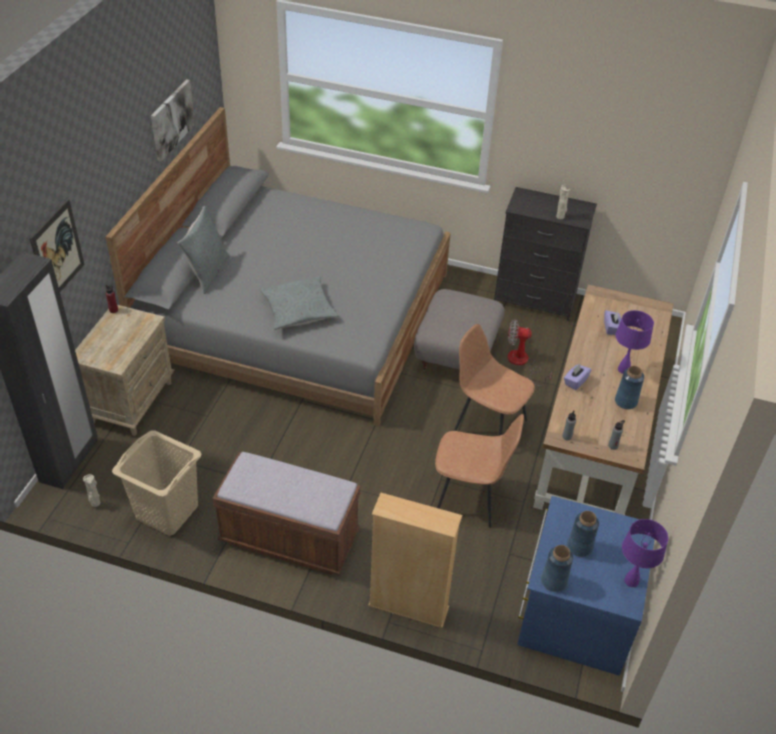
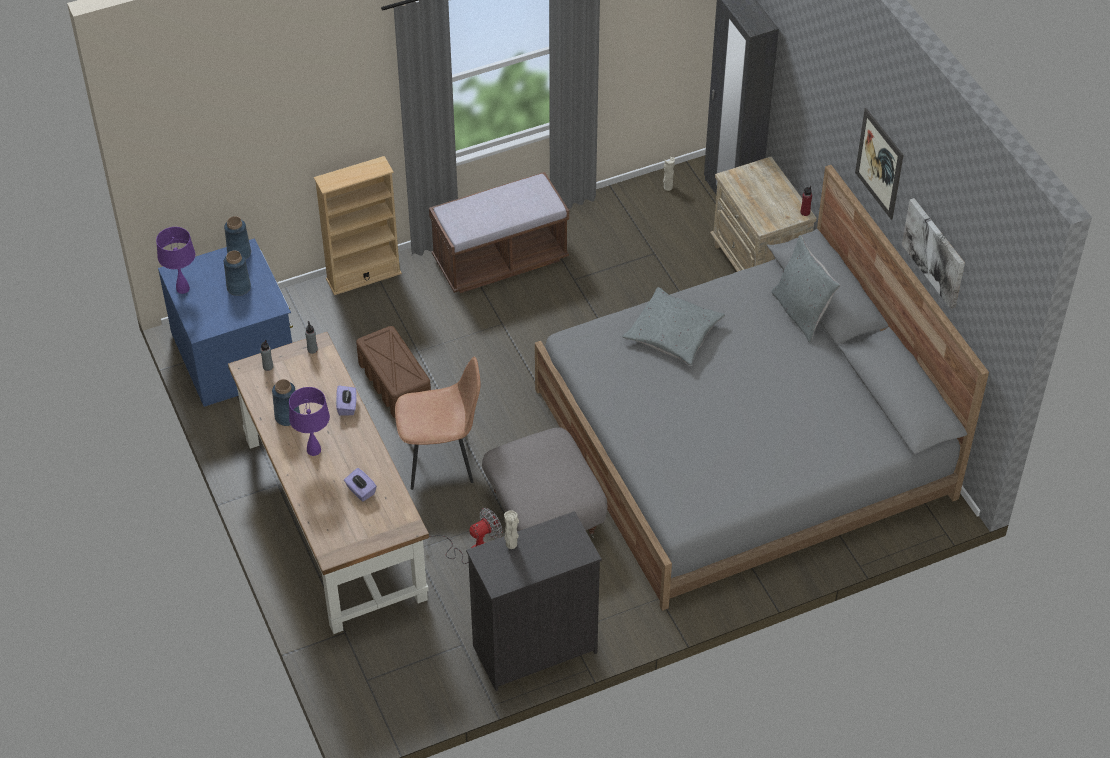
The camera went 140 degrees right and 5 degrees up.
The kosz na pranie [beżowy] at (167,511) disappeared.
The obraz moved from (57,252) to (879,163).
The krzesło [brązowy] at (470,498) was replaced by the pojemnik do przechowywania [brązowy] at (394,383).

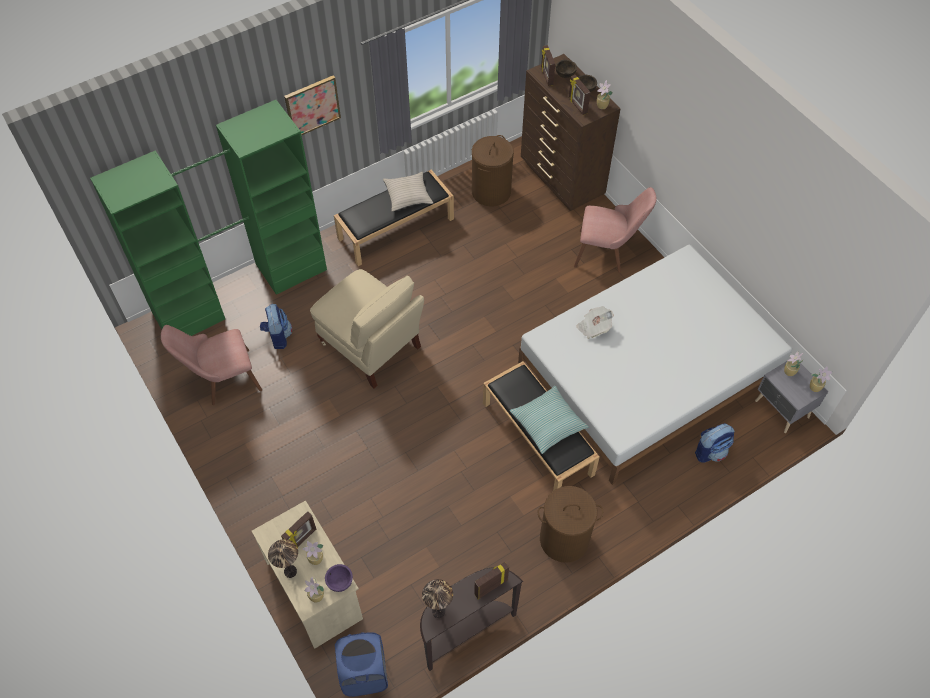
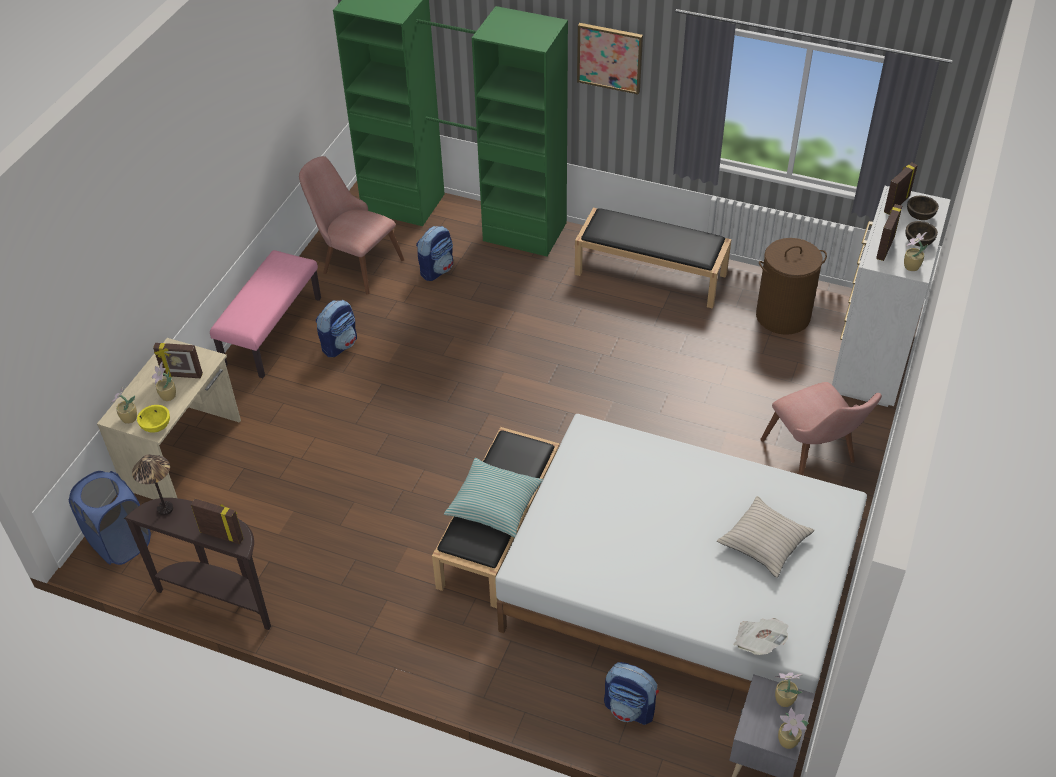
The camera went 55 degrees right and 10 degrees down.
The lampa stołowa at (291,571) disappeared.
The krzesło [beżowy] at (371,346) disappeared.
The kosz na pranie [brązowy] at (564,539) disappeared.
The ławka [różowy] at (272,331) appeared.
The plecak at (340,344) appeared.
The poduszka [beżowy] moved from (408,195) to (765,542).
The gazeta moved from (593,327) to (758,642).
The miska [fioletowy] at (340,581) became the miska [żółty] at (156,426).
The komoda [brązowy] at (561,179) became the komoda [biały] at (871,362).

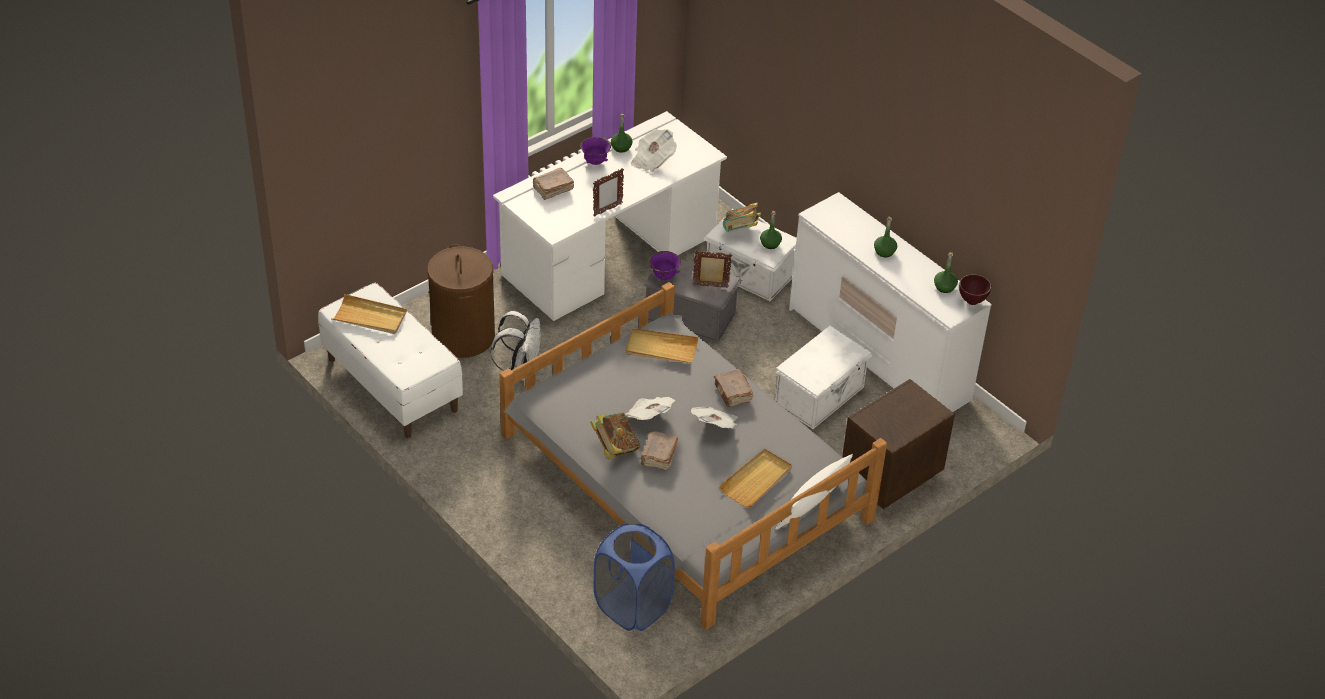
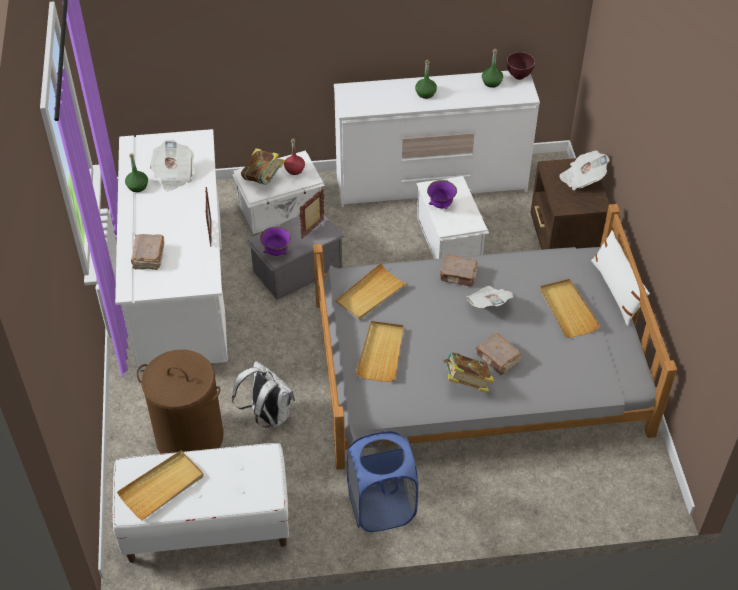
The camera went 55 degrees left and 5 degrees up.
The taca [beżowy] at (381,353) appeared.
The miska [fioletowy] moved from (595,162) to (441,205).
The kosz na pranie [niebieski] moved from (632,606) to (381,507).
The gazeta moved from (649,416) to (582,179).
The butelka [zielony] at (770,244) became the butelka [czerwony] at (294,169).

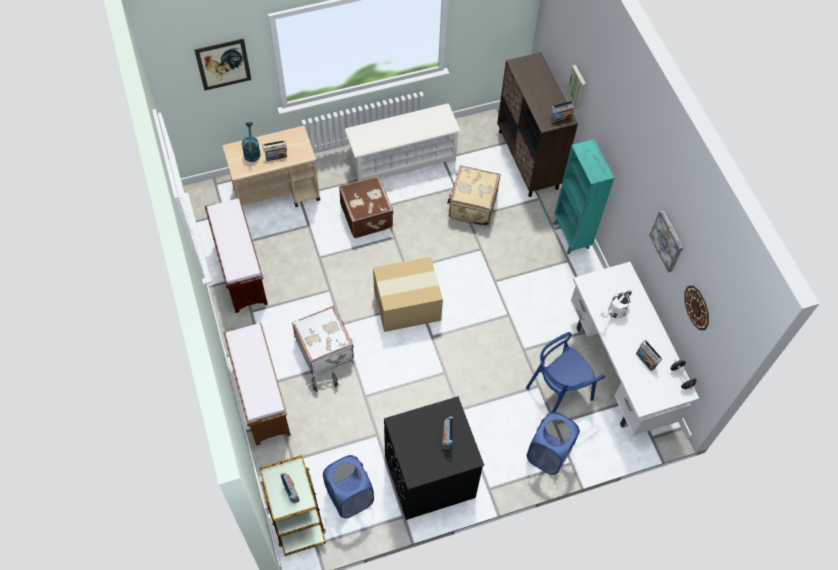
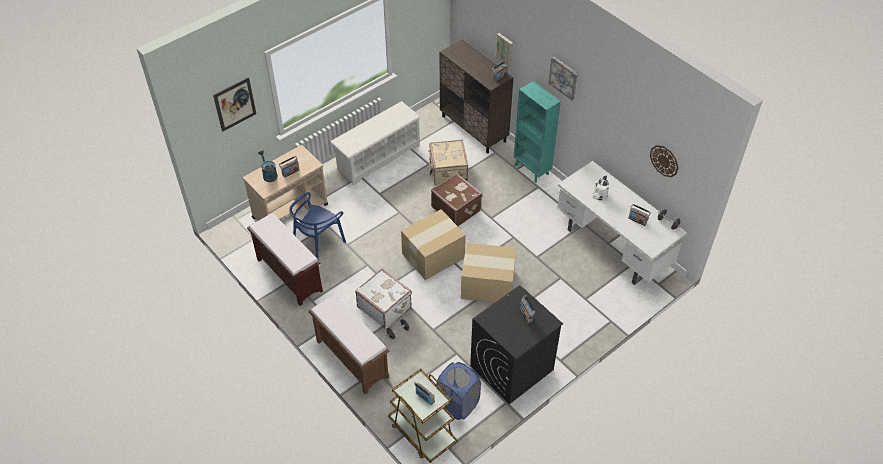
The camera went 20 degrees left and 10 degrees down.
The kosz na pranie [niebieski] at (548,454) disappeared.
The karton at (488,285) appeared.
The walizka [brązowy] moved from (367,215) to (456,208).
The krzesło [niebieski] moved from (559,391) to (318,244).
The obraz moved from (667,240) to (564,77).

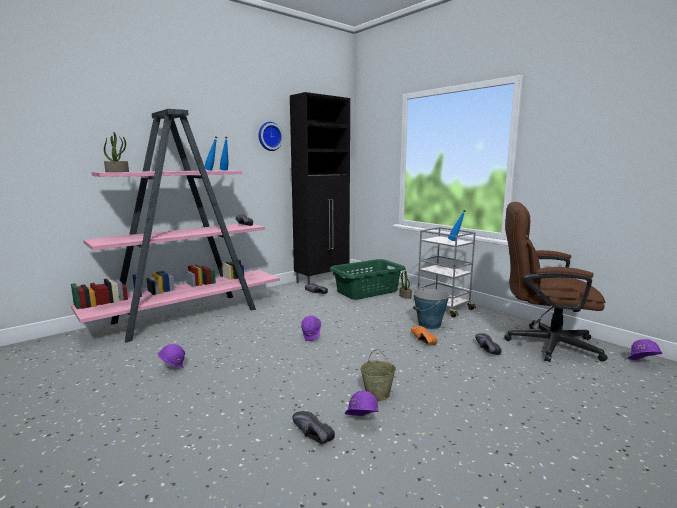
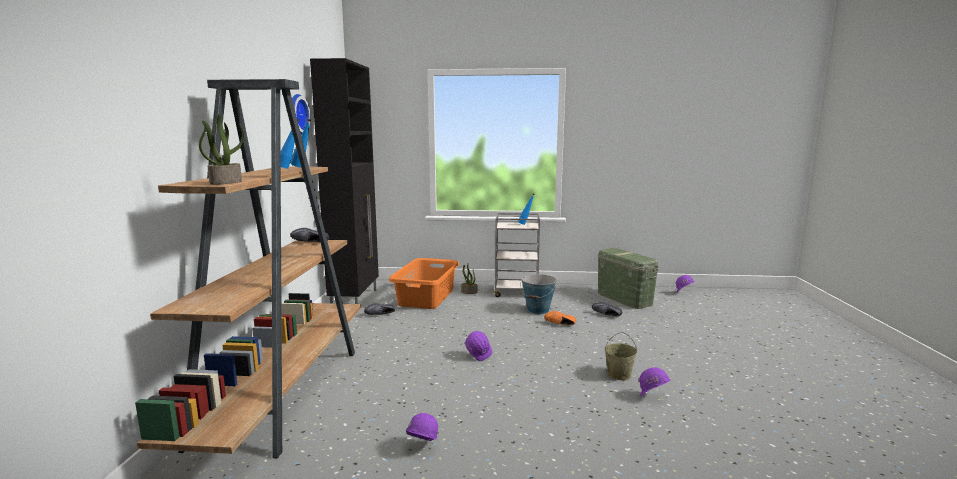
The camera went 45 degrees left and 0 degrees up.
The but [czarny] at (310,436) disappeared.
The krzesło biurowe [brązowy] at (542,343) was replaced by the pojemnik do przechowywania [zielony] at (624,298).
The regał [różowy] at (188,315) became the regał [brązowy] at (283,392).
The kosz na pranie [zielony] at (367,291) became the kosz na pranie [pomarańczowy] at (427,297).

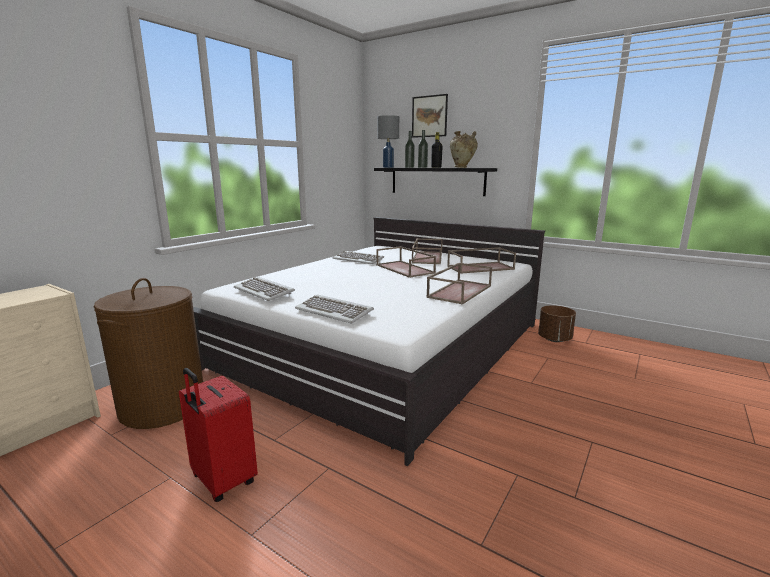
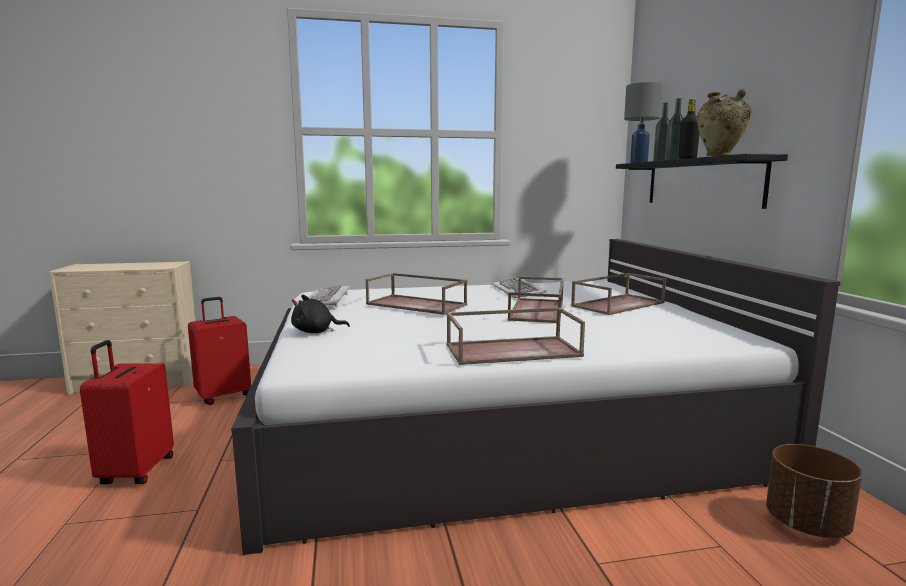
The camera went 45 degrees right and 5 degrees down.
The obraz at (429,116) disappeared.
The taca [brązowy] moved from (480,267) to (418,304).
The kosz na pranie [brązowy] at (163,406) was replaced by the walizka [czerwony] at (224,396).
The klawiatura at (334,311) was replaced by the pluszak [czarny] at (316,332).

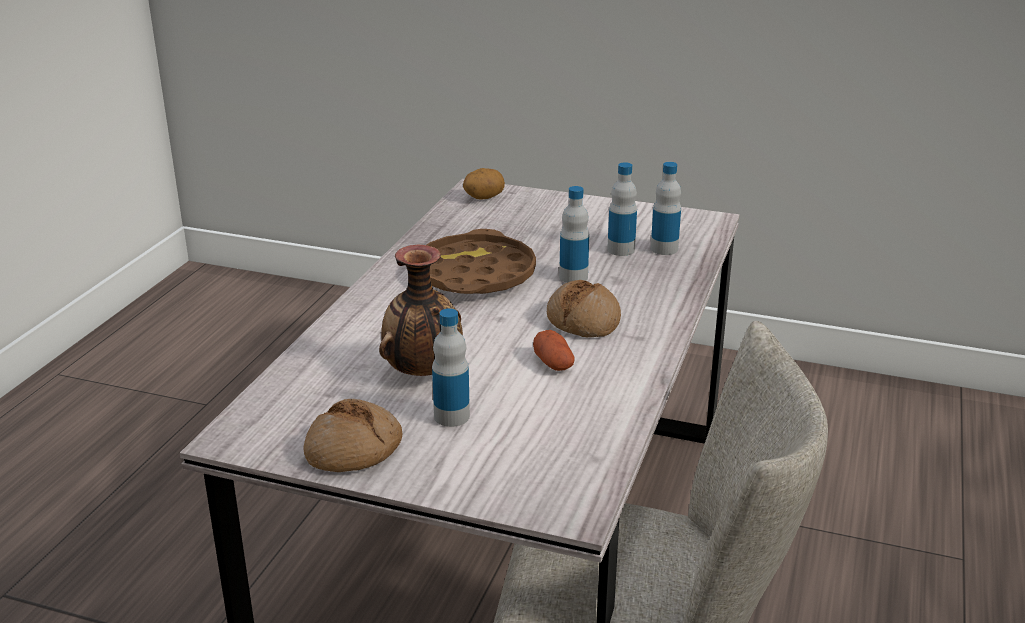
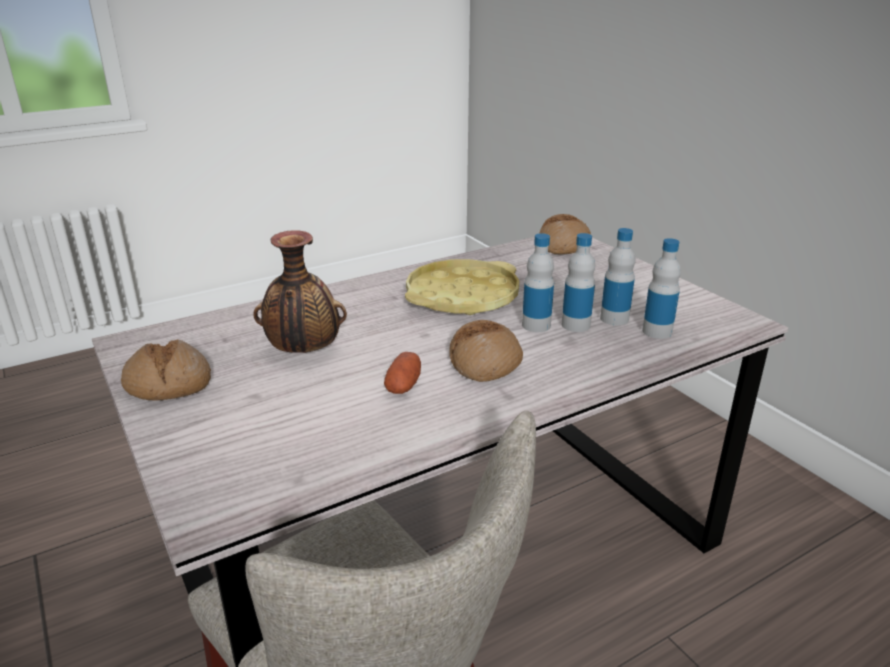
The camera went 40 degrees right and 0 degrees up.
The butelka moved from (451,416) to (575,325).
The ziemniak at (483,198) was replaced by the chleb at (564,245).
The taca [brązowy] at (475,275) became the taca [żółty] at (462,296).

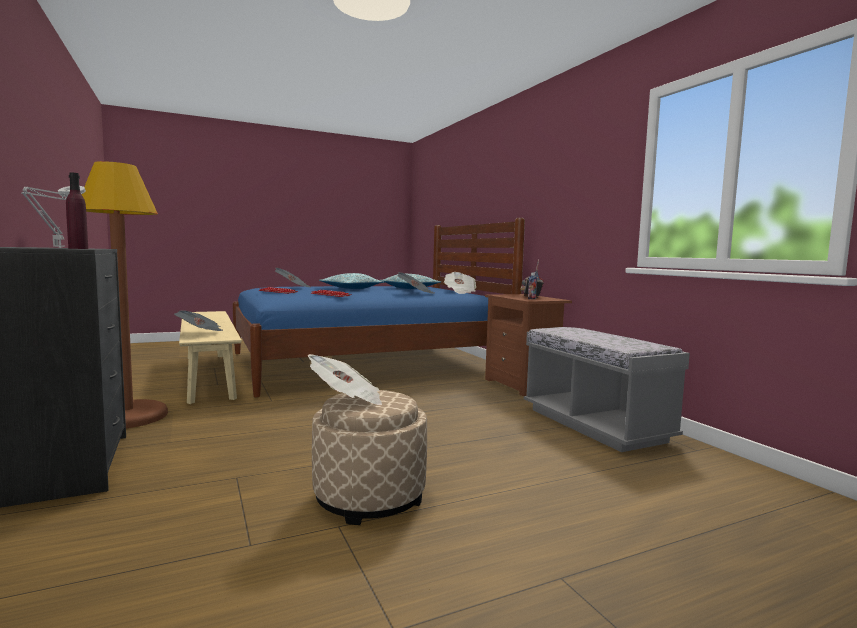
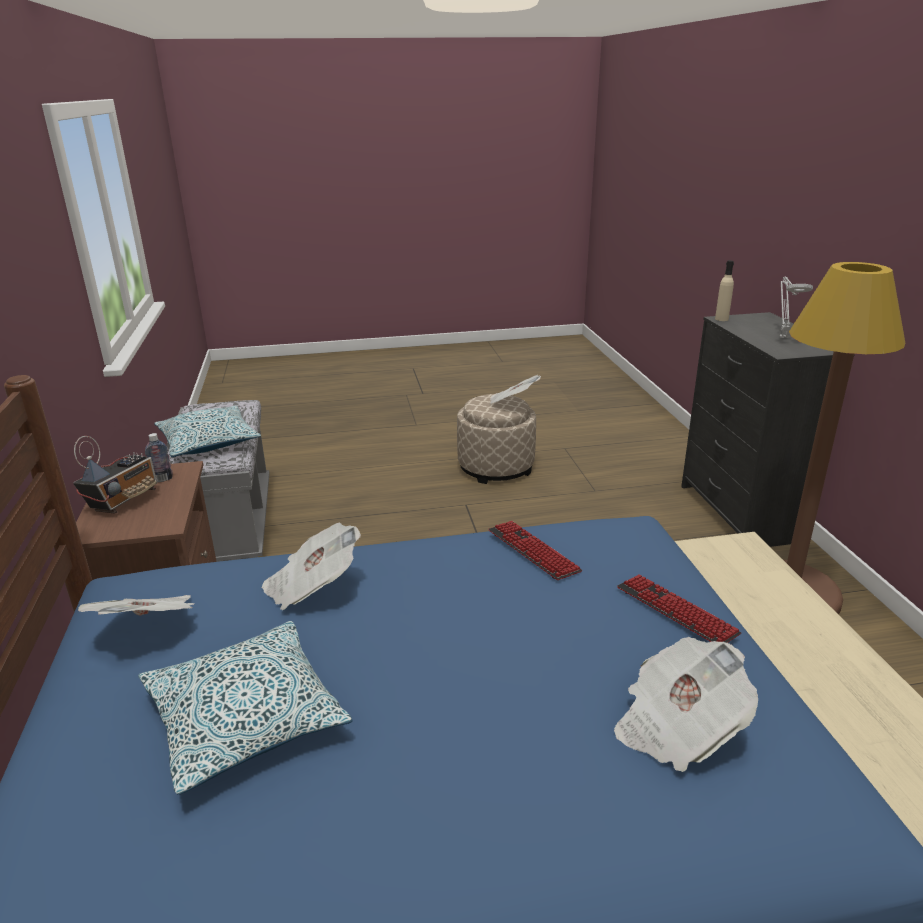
The camera went 165 degrees left and 20 degrees up.
The gazeta at (200,333) disappeared.
The poduszka moved from (351,289) to (209,442).
The butelka [fioletowy] at (78,248) became the butelka [beżowy] at (721,319).

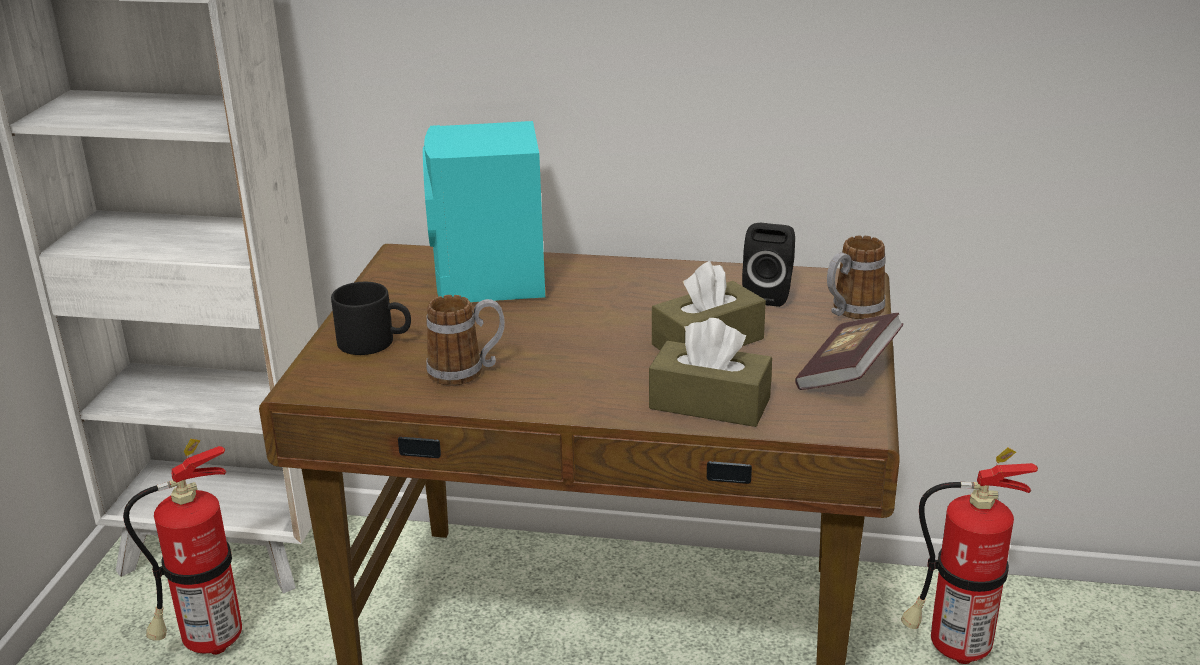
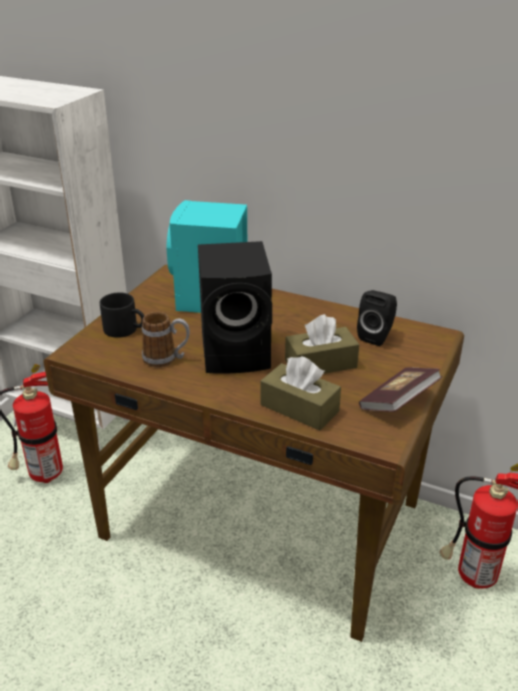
The camera went 15 degrees right and 5 degrees up.
The kubek at (851,312) disappeared.
The głośnik [czarny] at (238,352) appeared.

